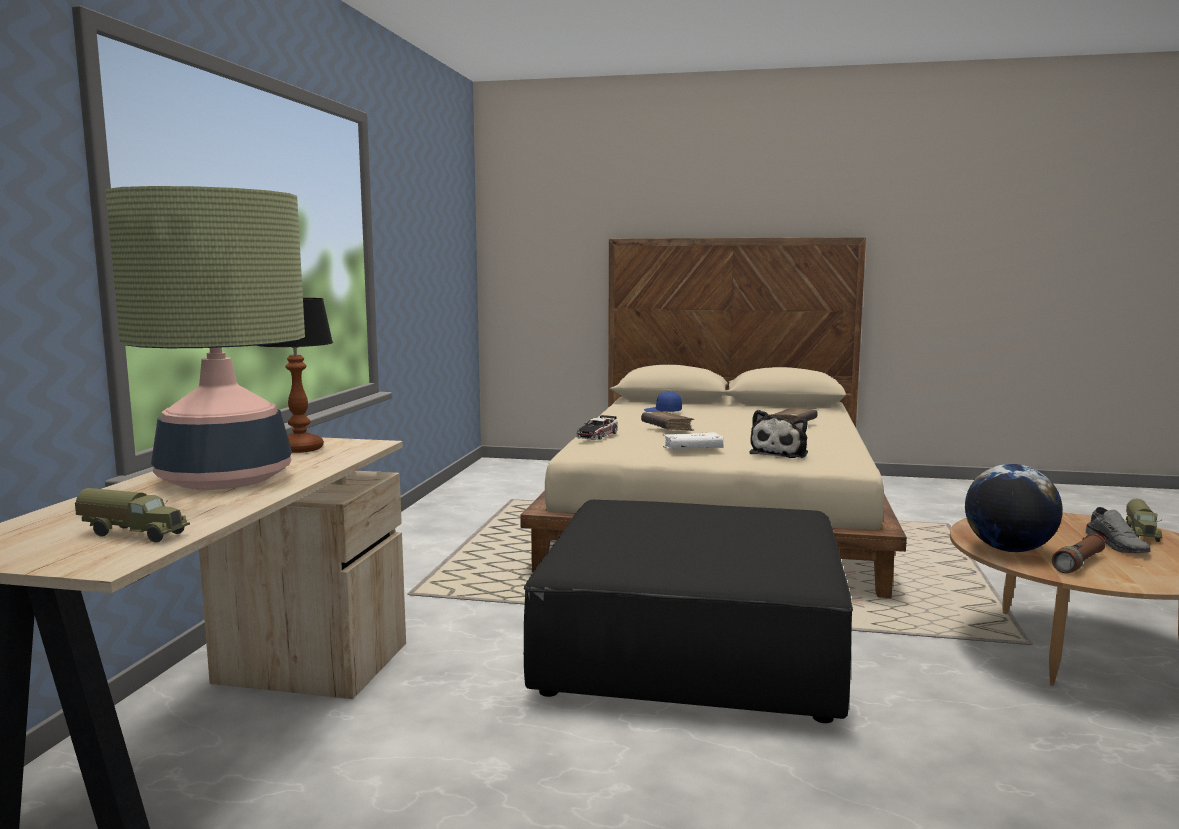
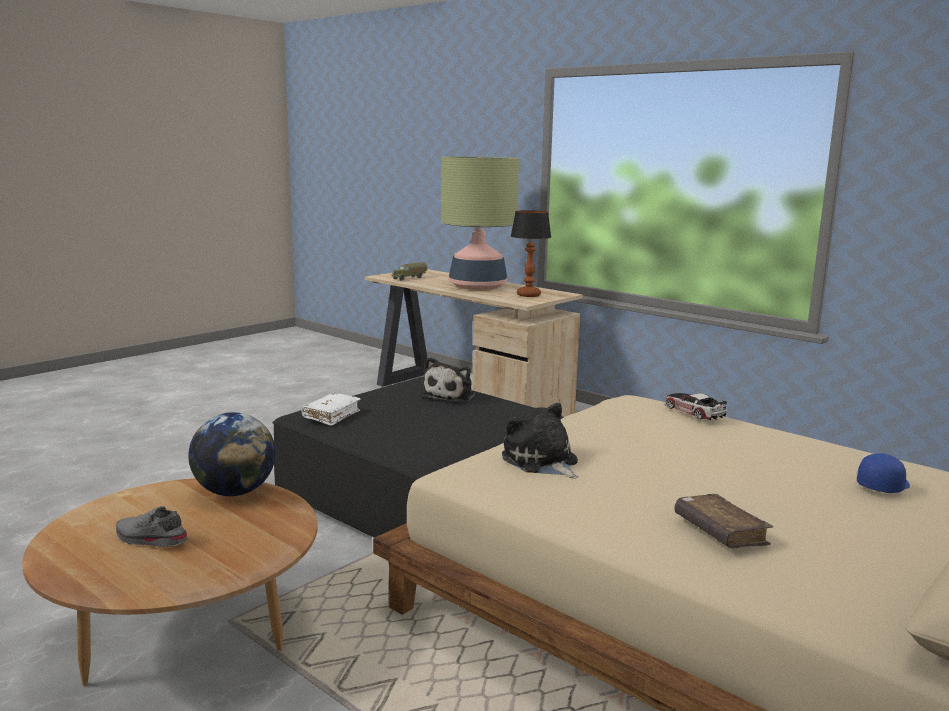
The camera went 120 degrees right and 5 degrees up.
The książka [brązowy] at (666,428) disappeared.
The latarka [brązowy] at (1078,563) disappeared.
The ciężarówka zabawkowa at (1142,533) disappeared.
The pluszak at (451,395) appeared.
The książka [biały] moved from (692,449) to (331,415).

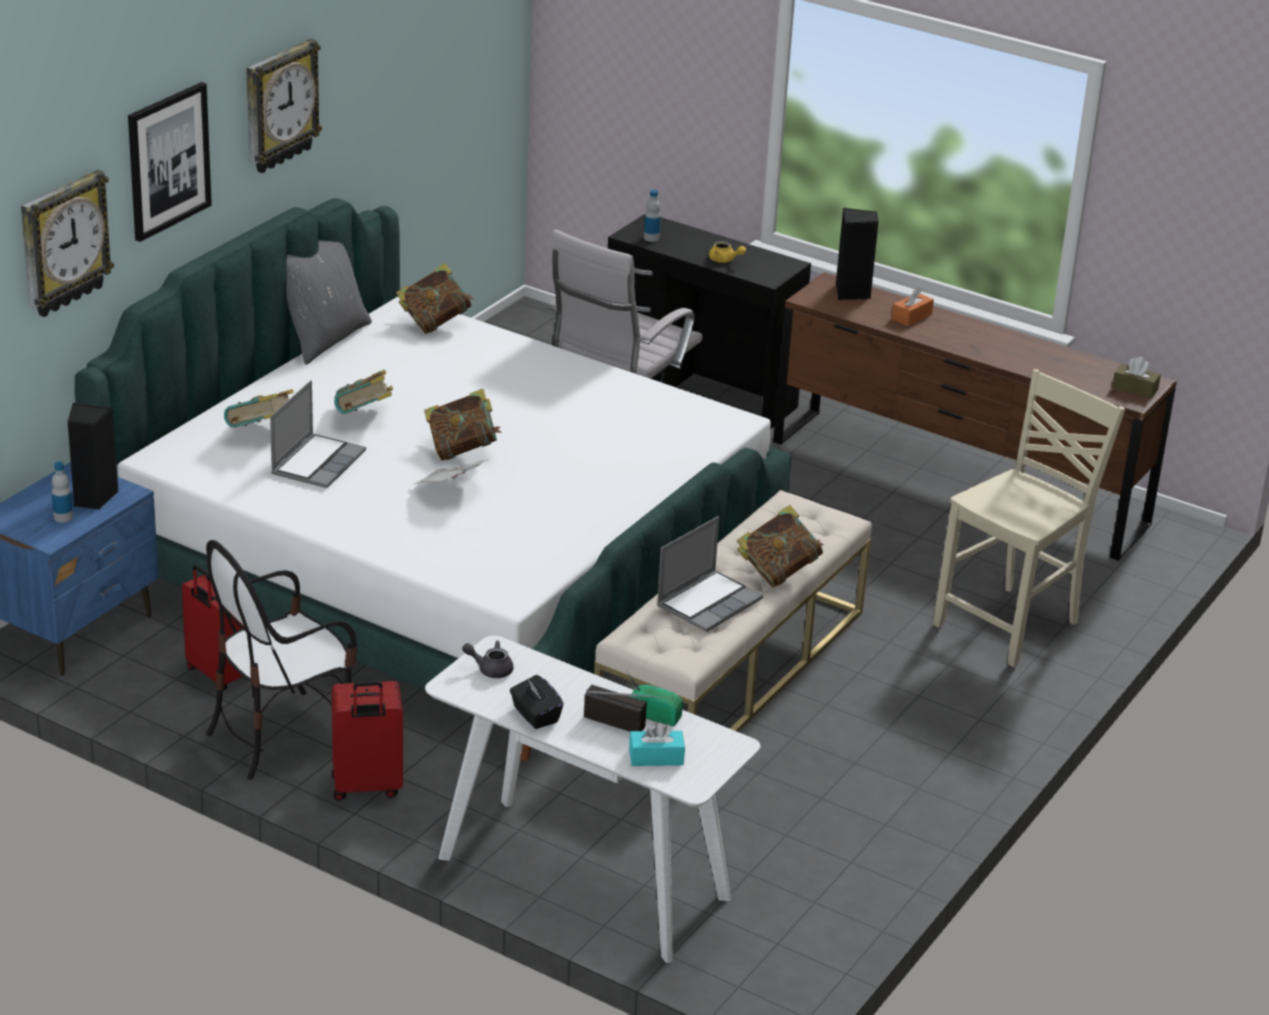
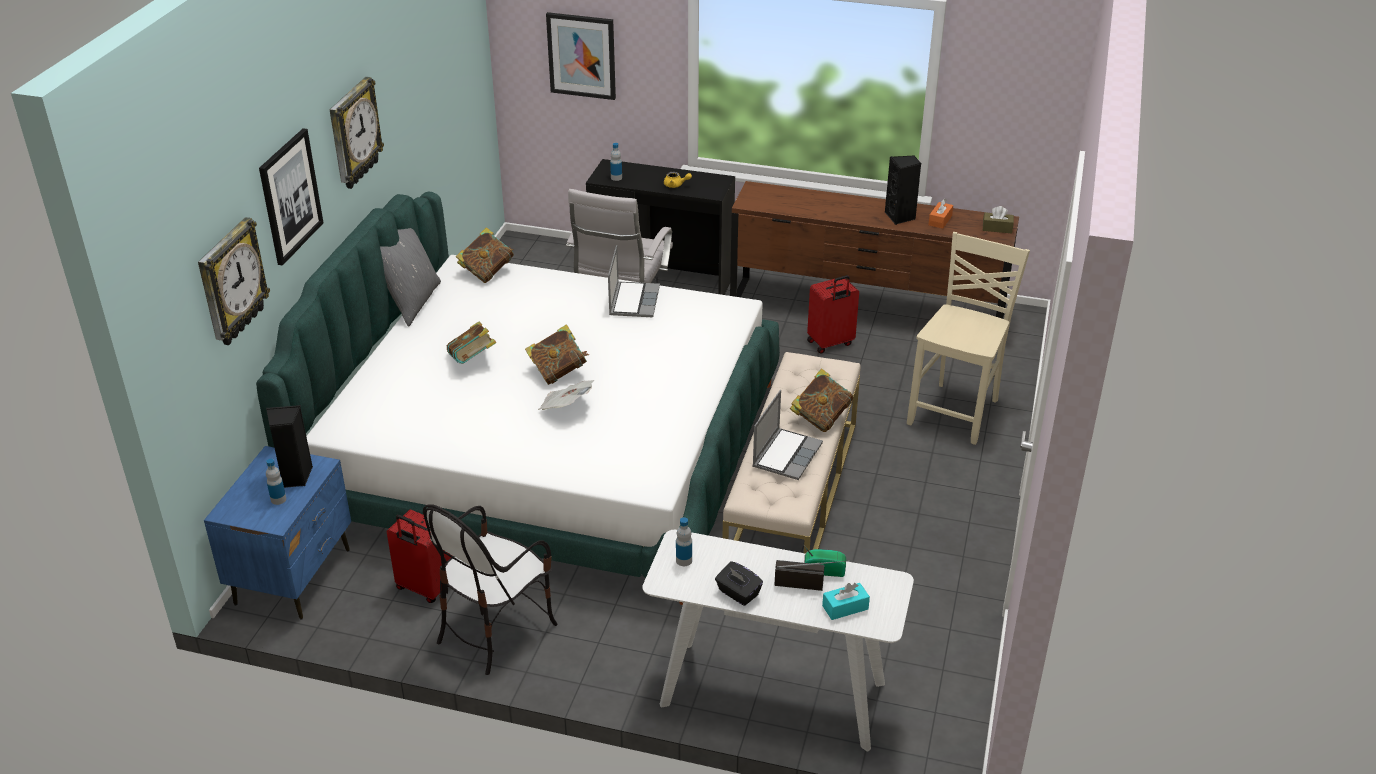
The camera went 15 degrees left and 5 degrees up.
The książka at (261,434) disappeared.
The obraz at (581,55) appeared.
The laptop moved from (317,462) to (633,301).
The walizka [czerwony] moved from (366,787) to (830,343).
The głośnik [czarny] moved from (852,293) to (900,217).
The pudełko chusteczek [pomarańczowy] moved from (911,317) to (940,220).
The imbryk [szary] at (490,669) was replaced by the butelka at (684,560).

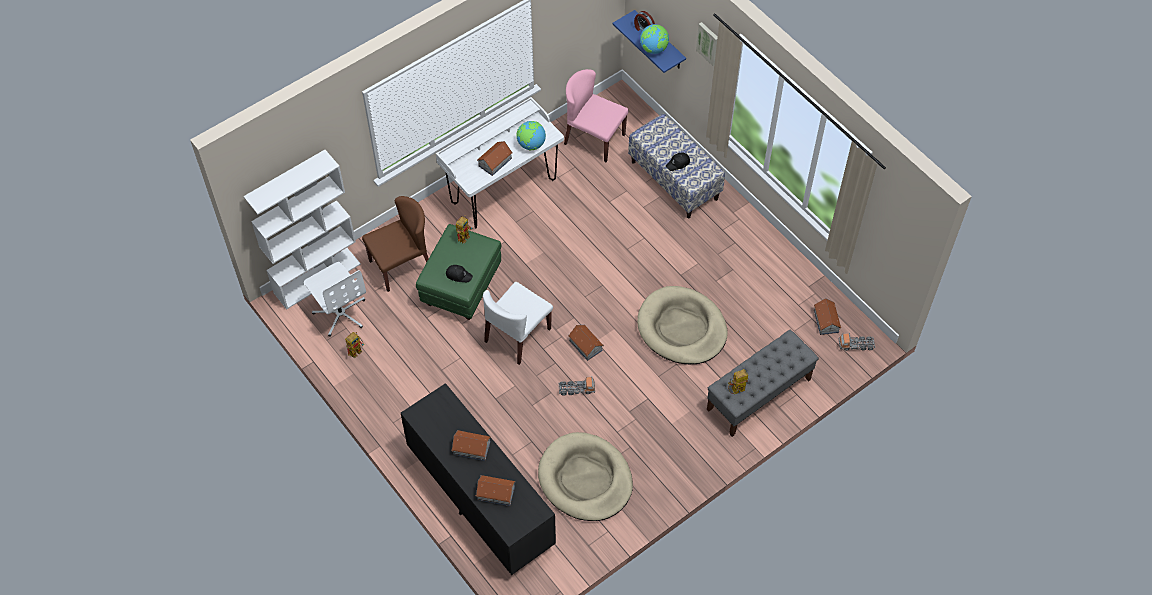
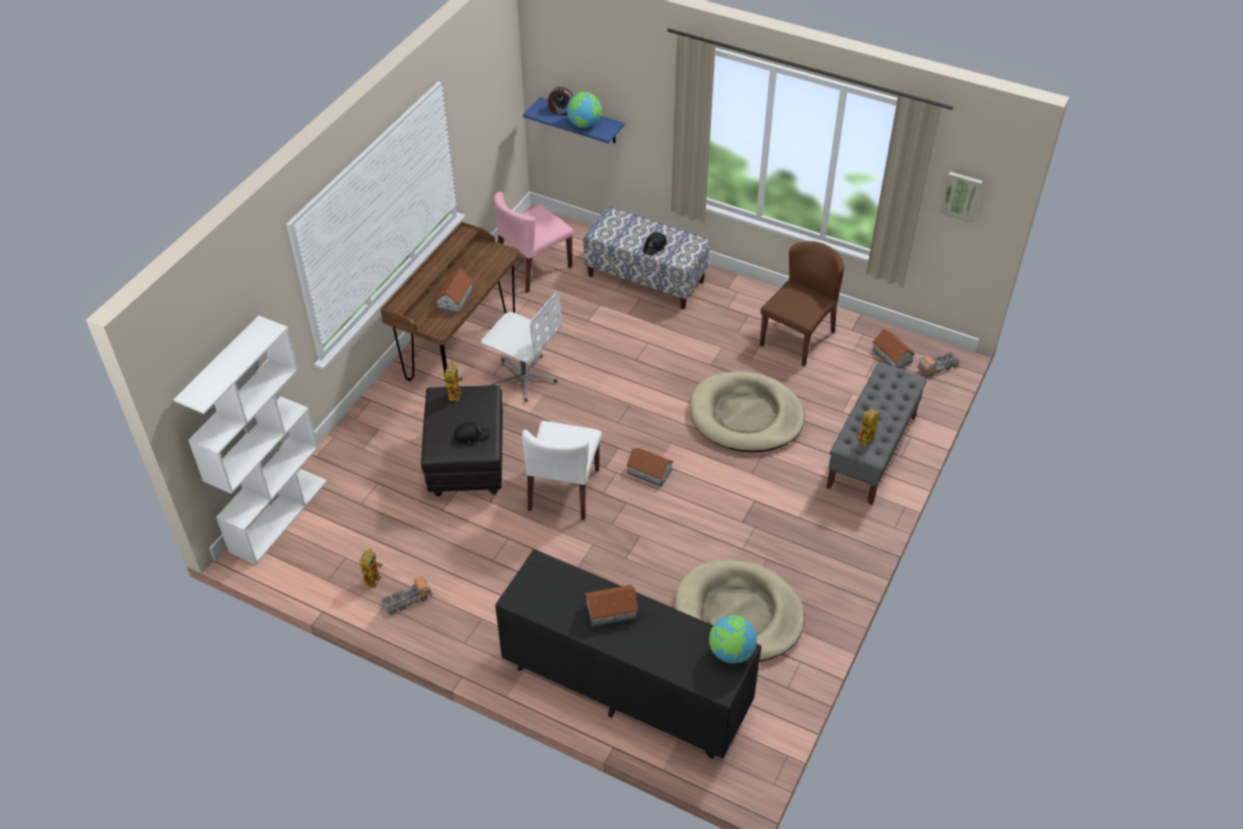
The camera went 25 degrees left and 10 degrees down.
The domek at (496,493) disappeared.
The krzesło biurowe [biały] moved from (341,313) to (523,376).
The krzesło [brązowy] moved from (401,265) to (797,338).
The globus moved from (531,144) to (731,652).
The ciężarówka zabawkowa moved from (576,389) to (407,600).
The obraz moved from (708,43) to (961,196).
The pufa [zielony] at (461,287) became the pufa [czarny] at (466,463).
The biurko [biały] at (503,191) became the biurko [brązowy] at (460,350).
The krzesło [różowy] at (594,139) turned 45 degrees counterclockwise.

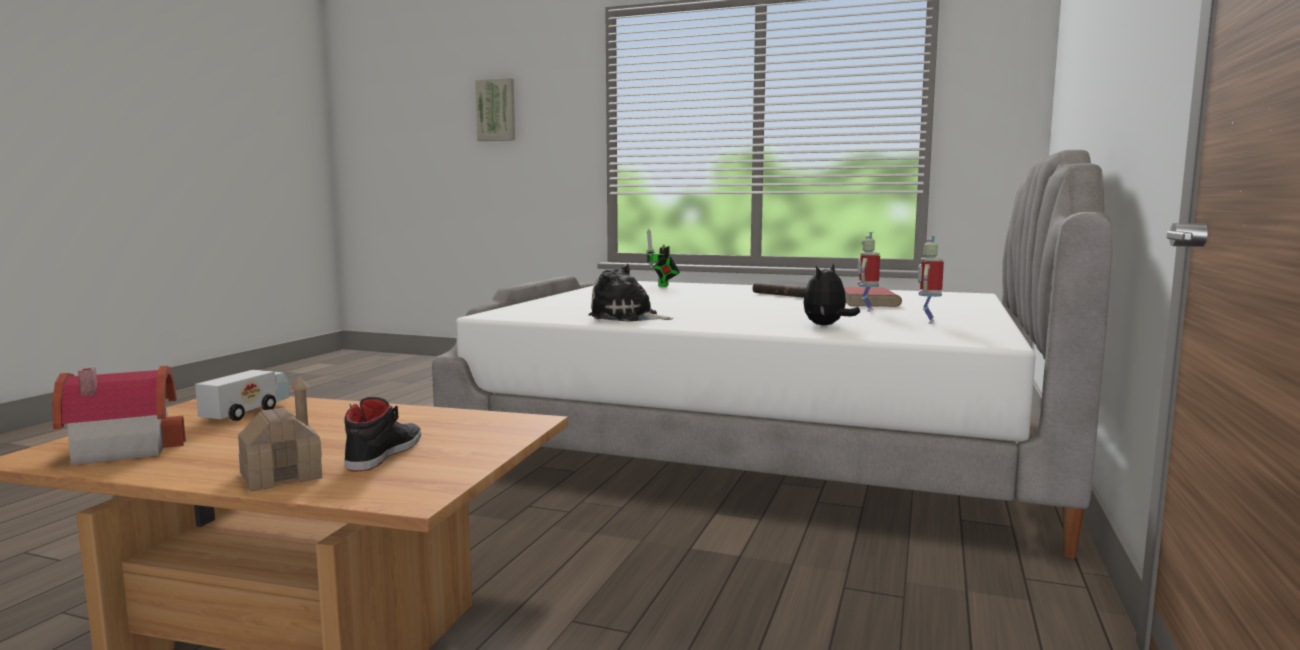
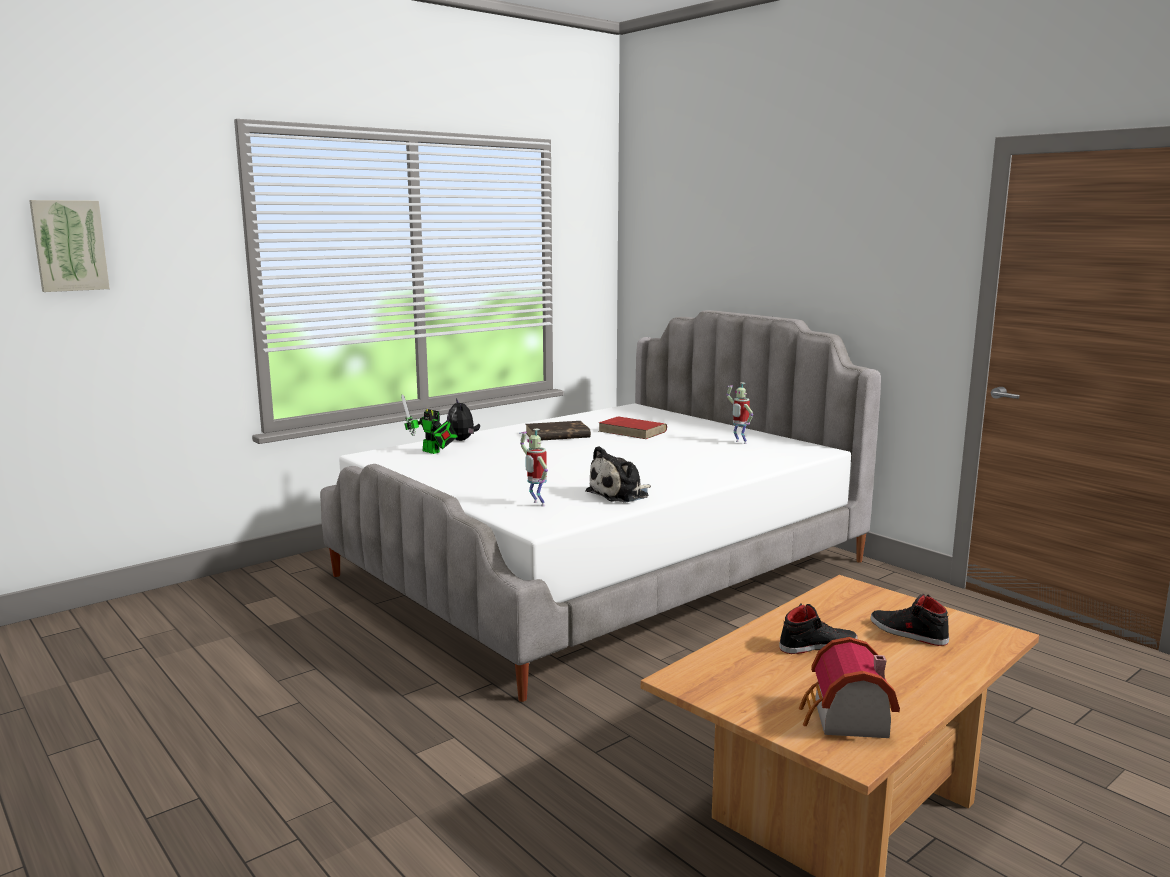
The camera went 60 degrees left and 5 degrees up.
The ciężarówka zabawkowa at (246,412) disappeared.
The domek at (281,475) disappeared.
The but [czarny] at (817,646) appeared.
The pluszak moved from (826,325) to (462,440).
The robot zabawkowy moved from (867,310) to (536,504).

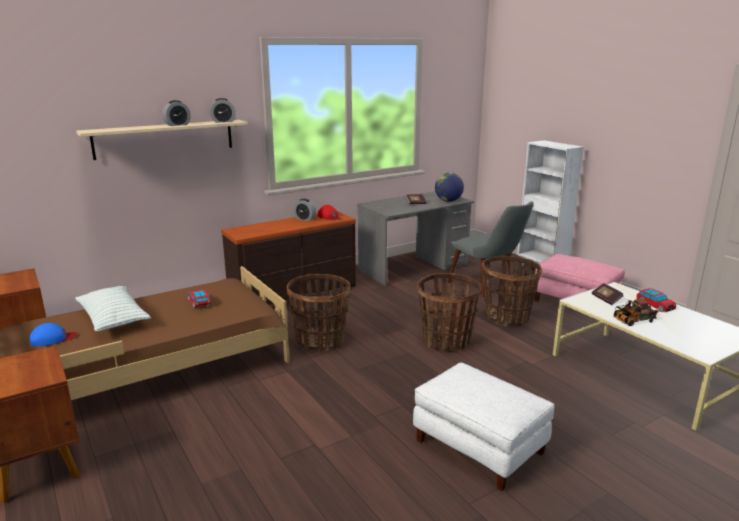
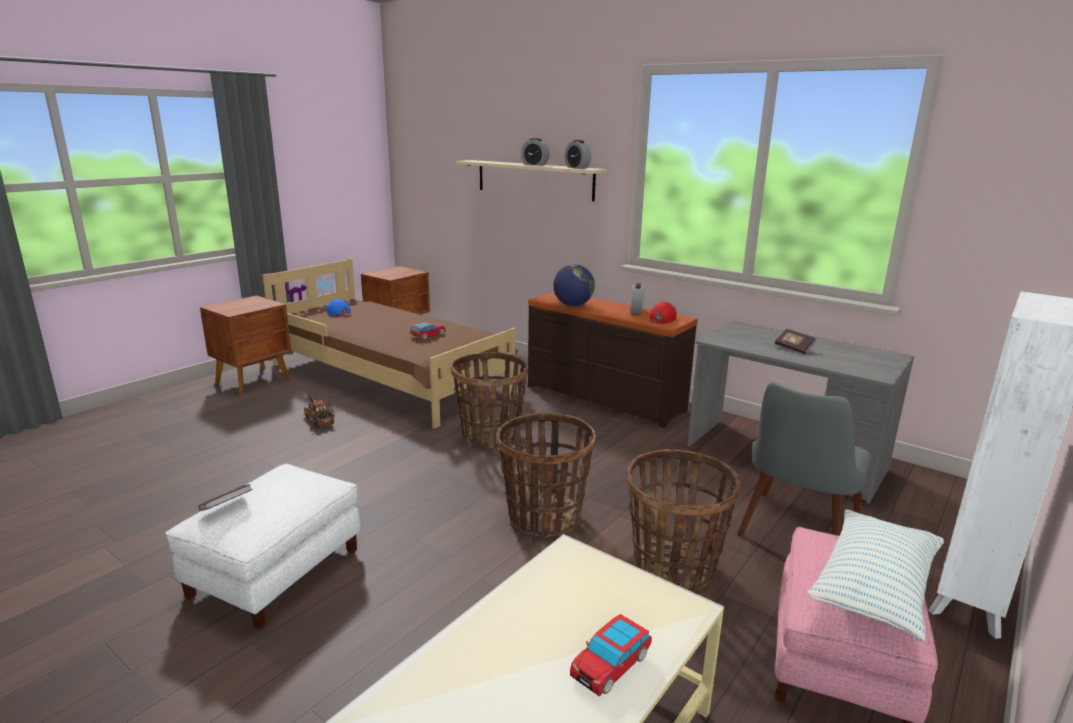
The camera went 70 degrees right and 0 degrees up.
The poduszka moved from (113,319) to (874,587).
The globus moved from (448,201) to (573,305).
The książka moved from (606,299) to (227,506).
The ciężarówka zabawkowa moved from (631,321) to (318,420).

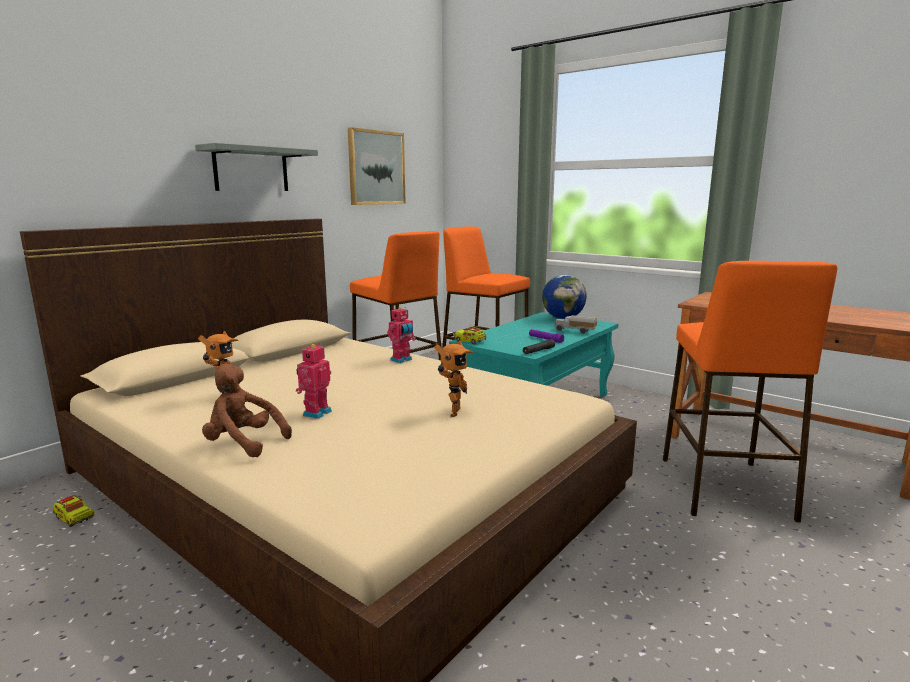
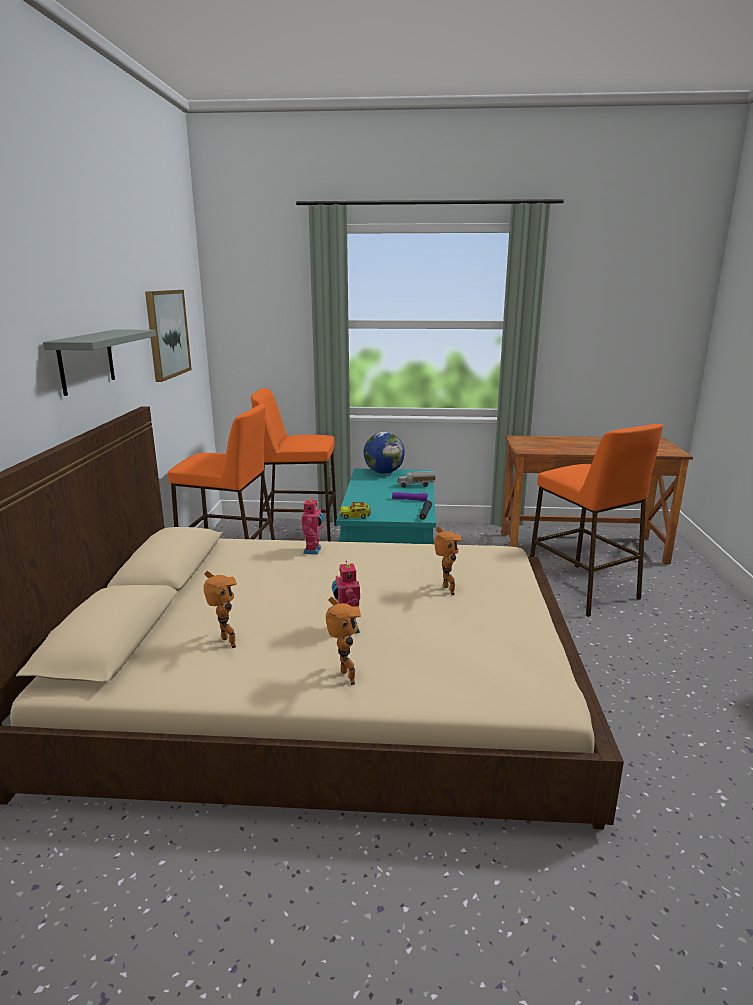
The camera went 35 degrees left and 5 degrees up.
The ciężarówka zabawkowa at (74,518) disappeared.
The pluszak [brązowy] at (243,443) was replaced by the robot zabawkowy at (344,679).

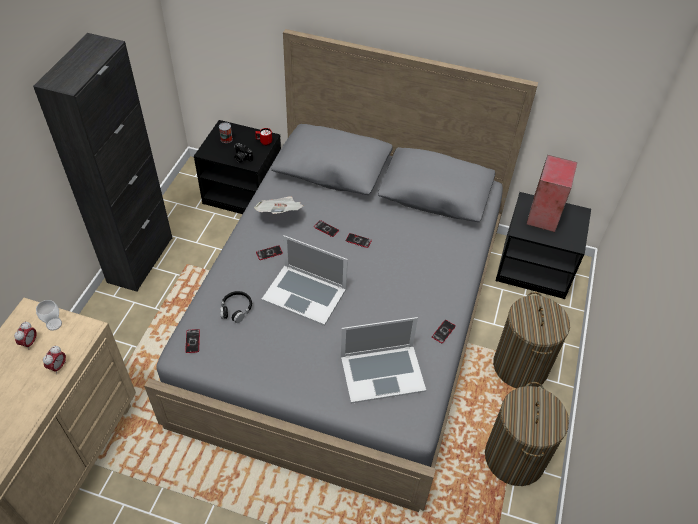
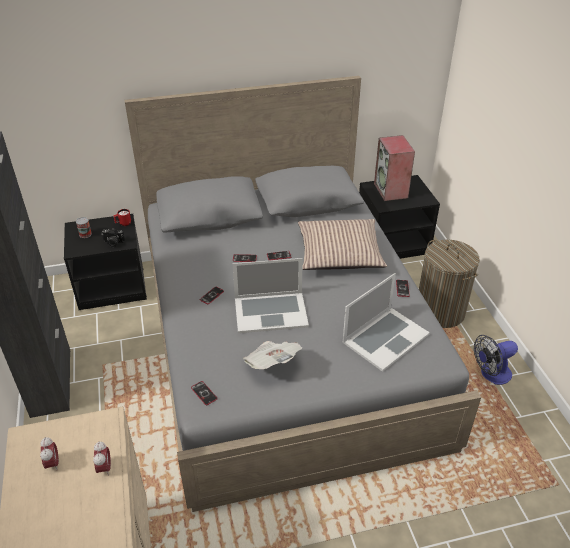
The camera went 30 degrees left and 10 degrees down.
The filiżanka at (54,324) disappeared.
The słuchawki [czarny] at (236,309) disappeared.
The poduszka at (339,253) appeared.
The gazeta moved from (280,214) to (272,364).
The kosz na pranie at (514,457) was replaced by the wentylator at (491,375).

